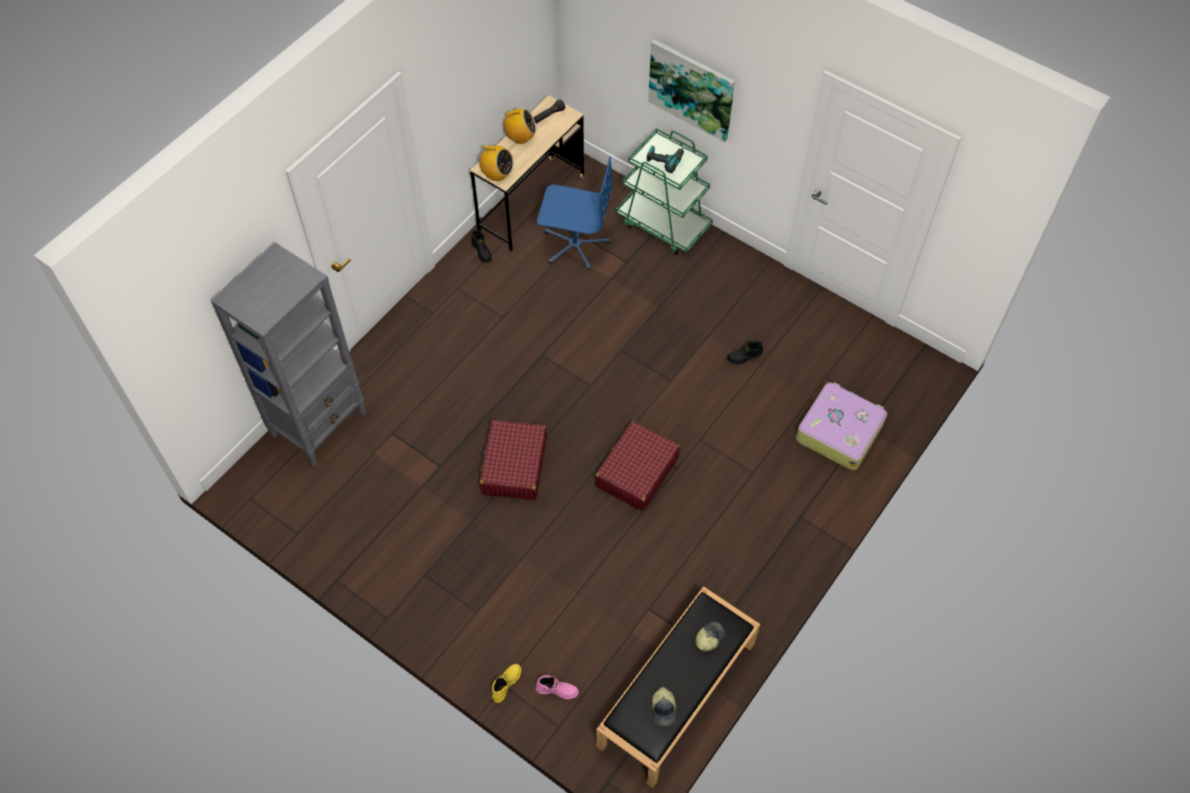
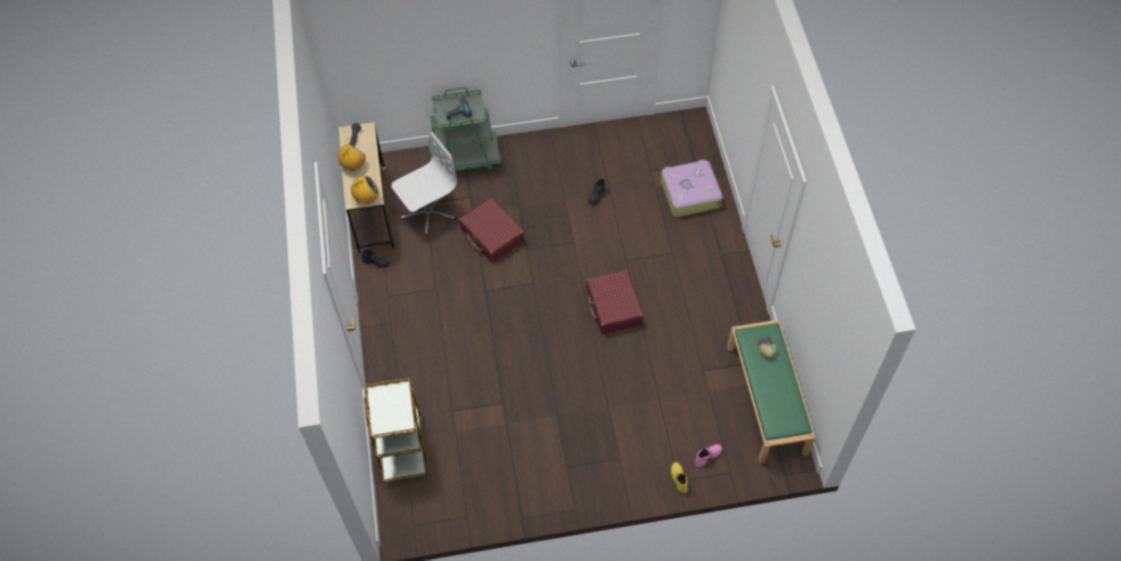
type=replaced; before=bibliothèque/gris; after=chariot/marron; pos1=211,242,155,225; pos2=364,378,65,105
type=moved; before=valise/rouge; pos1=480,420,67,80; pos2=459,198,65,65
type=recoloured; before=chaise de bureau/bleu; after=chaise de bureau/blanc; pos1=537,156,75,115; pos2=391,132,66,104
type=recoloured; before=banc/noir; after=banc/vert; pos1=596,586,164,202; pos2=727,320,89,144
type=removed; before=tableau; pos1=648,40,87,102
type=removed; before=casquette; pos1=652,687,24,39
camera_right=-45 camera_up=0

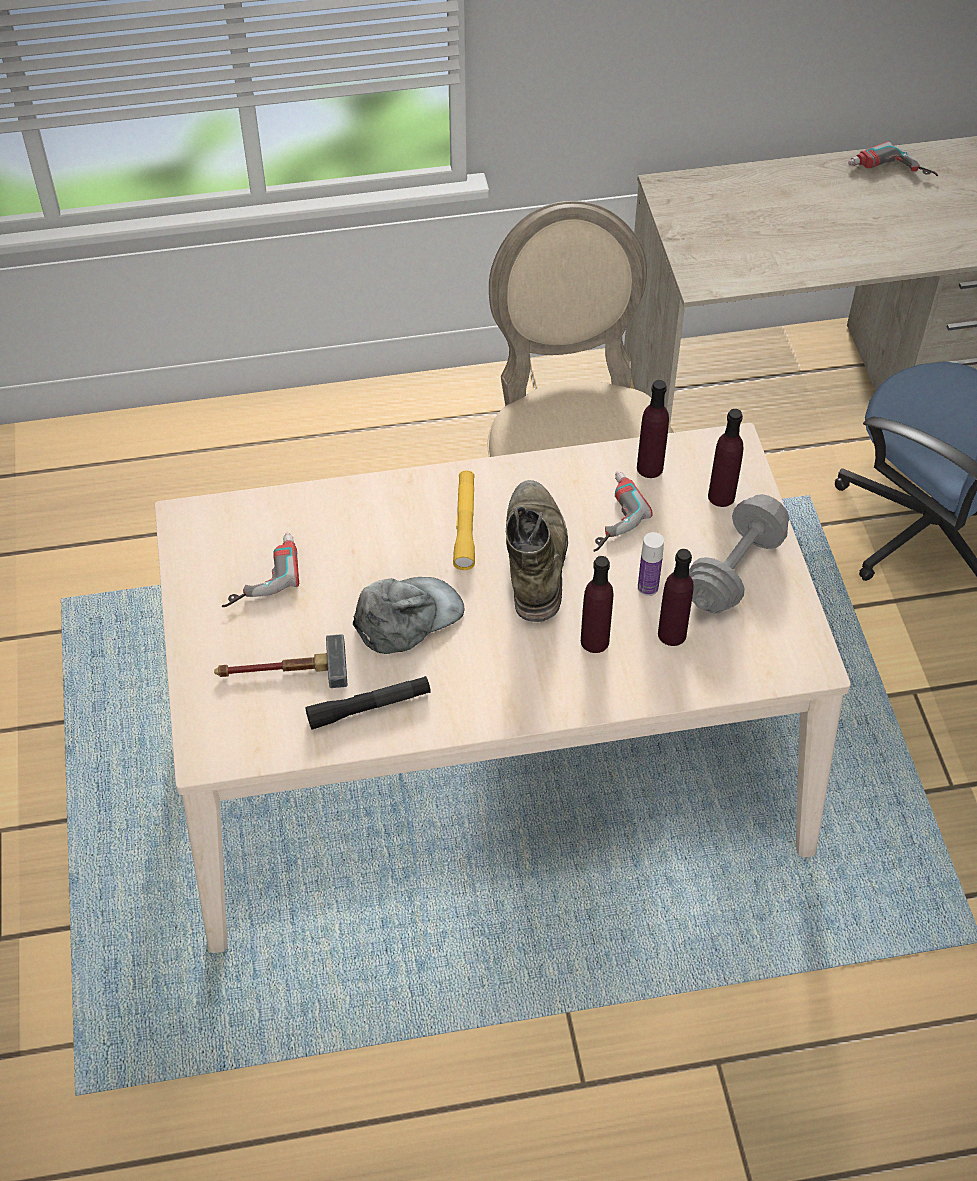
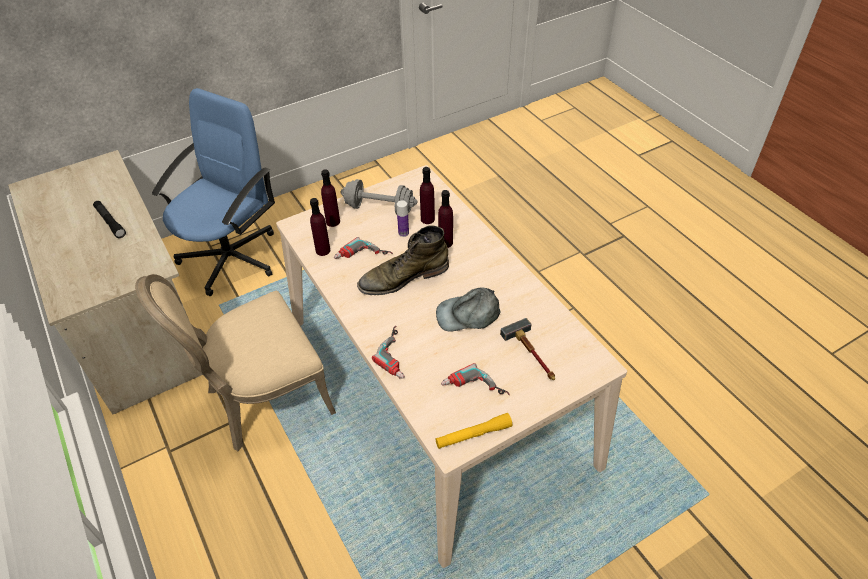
type=moved; before=lampe de poche/noir; pos1=305,676,126,54; pos2=93,201,33,37
type=turned; before=casquette/gris; pos1=353,577,111,77; pos2=436,287,65,44; turn=-45
type=moved; before=lampe de poche/jaune; pos1=453,470,22,100; pos2=435,413,78,36
type=moved; before=perceuse; pos1=848,141,90,35; pos2=372,326,33,53
camera_right=-110 camera_up=-5

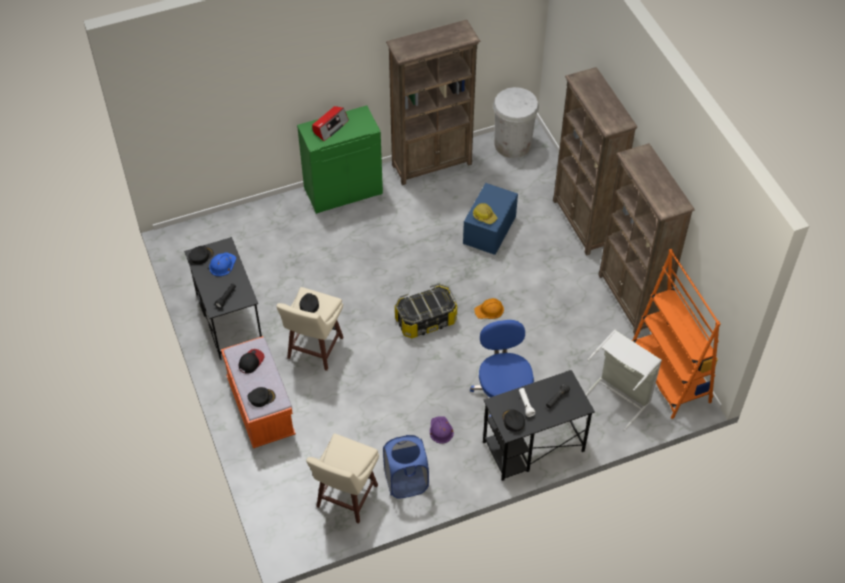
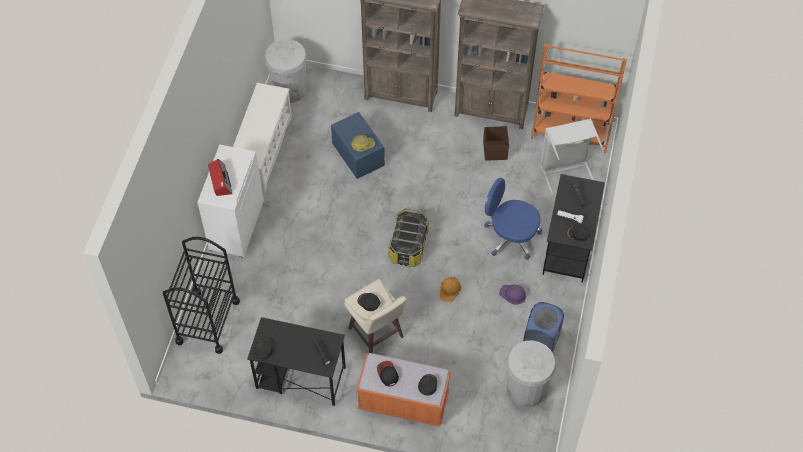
type=removed; before=casque de chantier/bleu; pos1=209,252,27,24
type=recoloured; before=meuble de rangement/vert; after=meuble de rangement/blanc; pos1=297,106,86,108; pos2=197,144,67,114
type=replaced; before=tabouret/beige; after=poubelle/blanc; pos1=306,433,73,91; pos2=506,340,50,67
type=replaced; before=bibliothèque/marron; after=étagère à chaussures/blanc; pos1=386,20,94,165; pos2=233,83,59,110
type=moved; before=casque de chantier/orange; pos1=474,298,30,21; pos2=440,277,21,25
type=added; after=chariot/noir; pos2=163,237,77,117
type=added; after=boîte de rangement/marron; pos2=483,126,26,35
camera_right=-55 camera_up=5

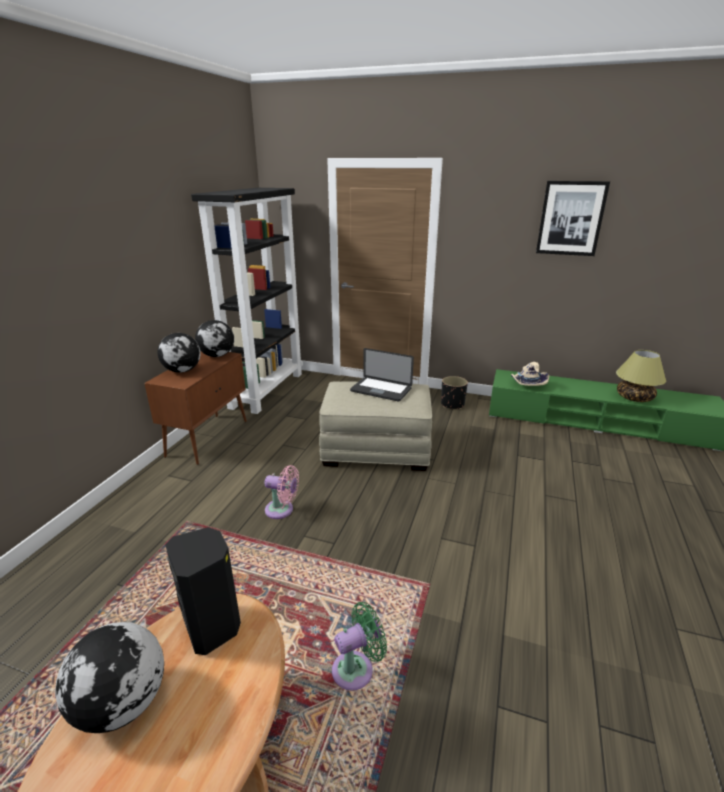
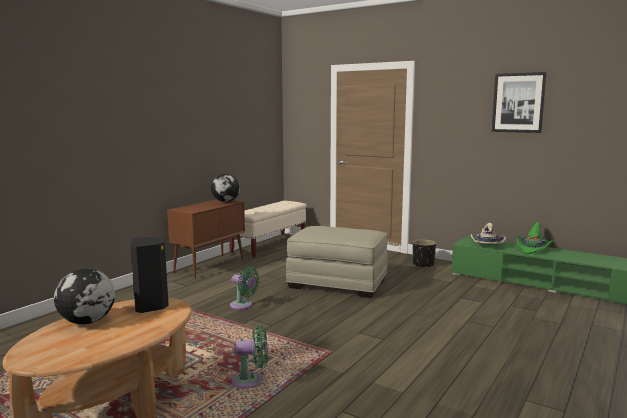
type=removed; before=globe; pos1=157,333,44,40
type=replaced; before=bibliothèque/noir; after=banc/beige; pos1=191,188,112,226; pos2=229,201,78,57
type=recoloured; before=ventilateur/rose; after=ventilateur/vert; pos1=264,465,35,54; pos2=230,267,29,43
type=removed; before=ordinateur portable; pos1=350,348,64,54
type=removed; before=lampe de table; pos1=616,350,50,52
type=added; after=chapeau/vert; pos2=516,222,38,32
camera_right=15 camera_up=-15

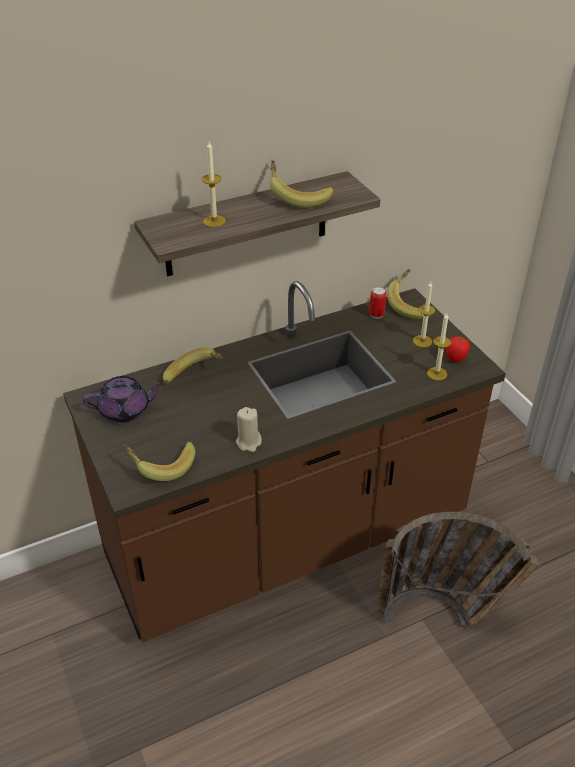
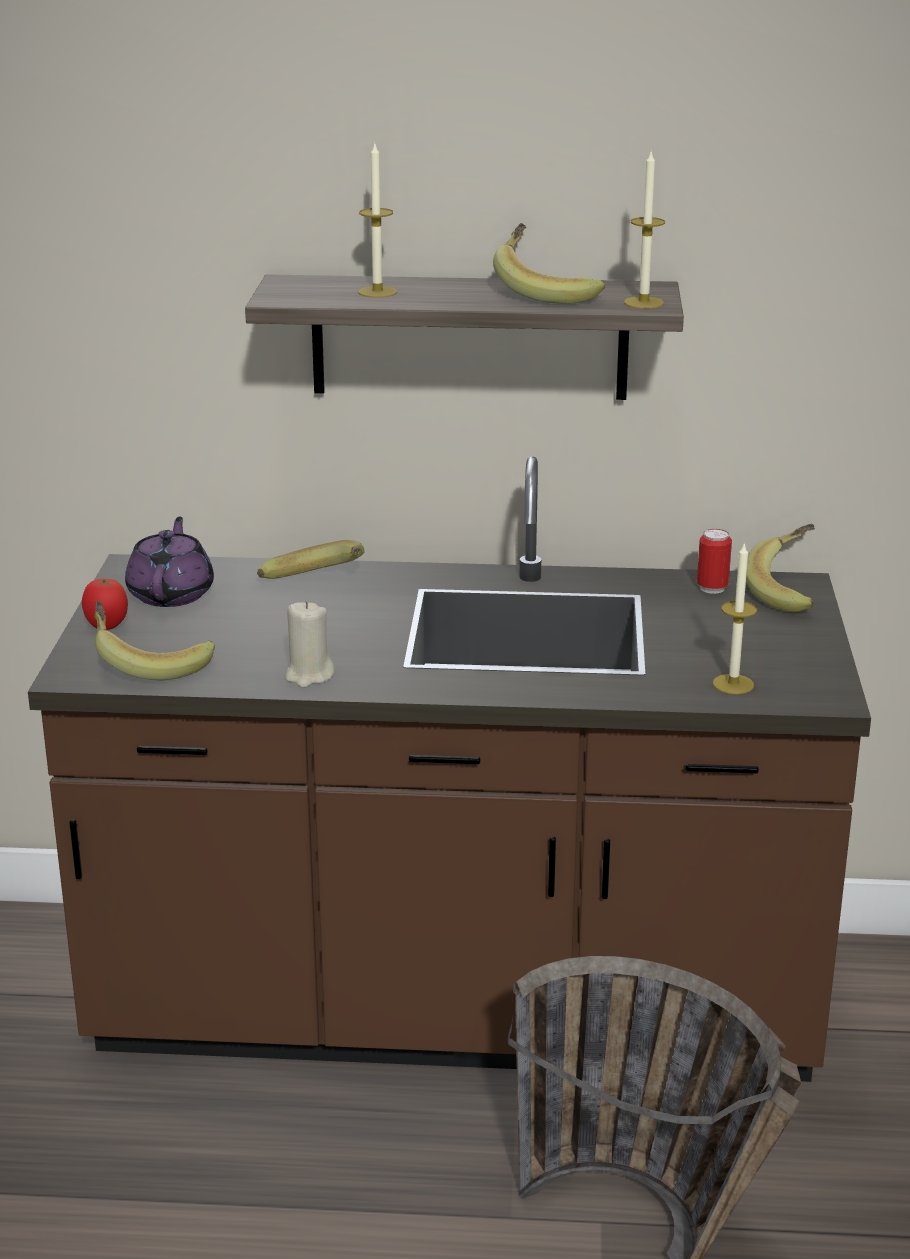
type=turned; before=théière/violet; pos1=83,376,81,47; pos2=125,517,89,90; turn=-105
type=moved; before=bougie; pos1=413,282,22,65; pos2=624,152,41,157
type=moved; before=tomate; pos1=445,336,25,27; pos2=82,578,46,52
camera_right=30 camera_up=-15

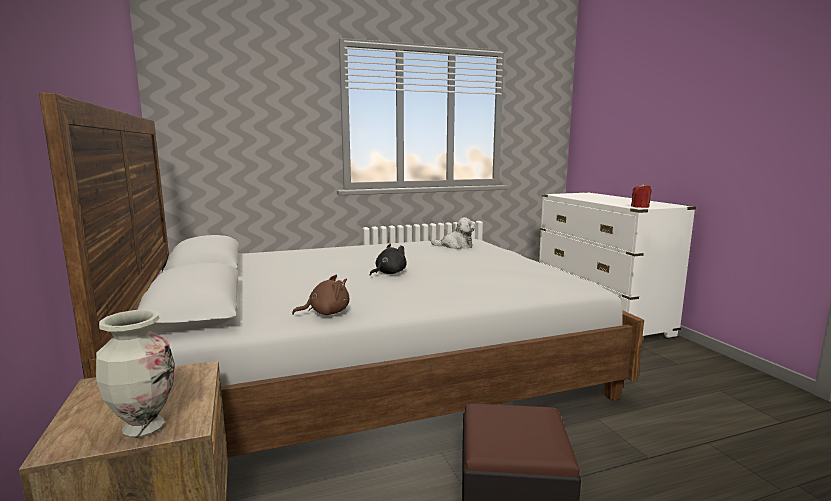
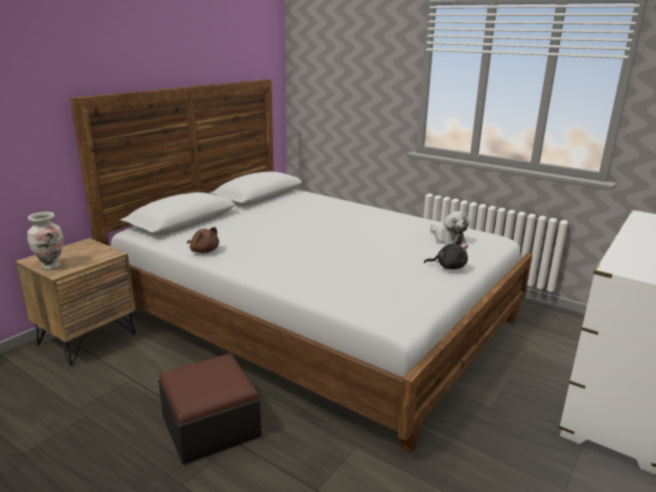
type=moved; before=peluche/noir; pos1=370,244,36,32; pos2=424,240,44,29
type=removed; before=bougie/rouge; pos1=631,183,21,25
camera_right=55 camera_up=10

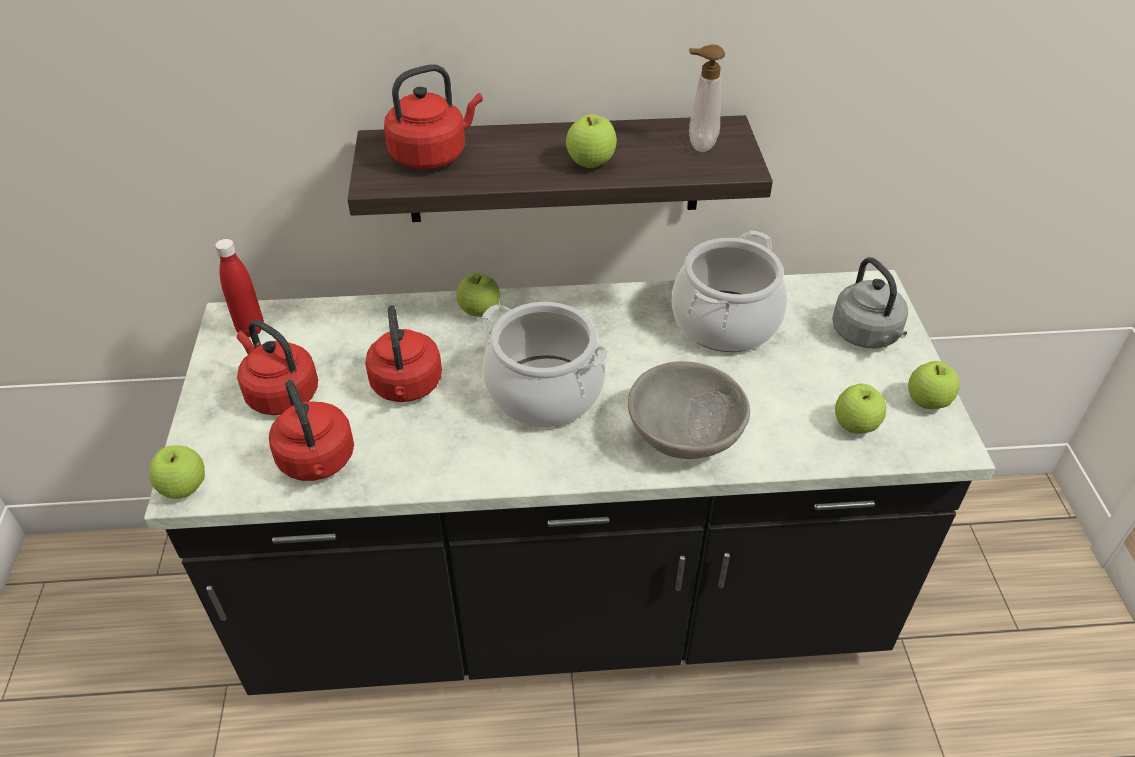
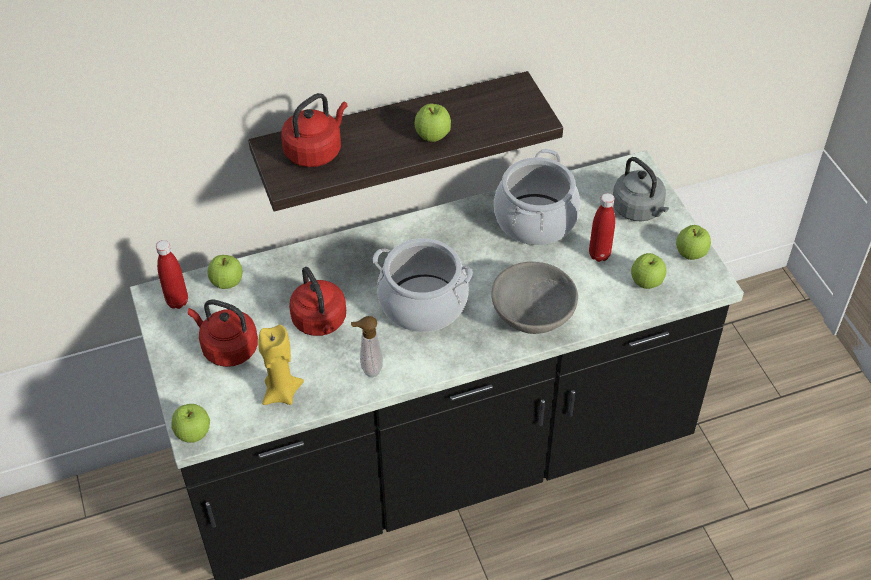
type=replaced; before=bouilloire/rouge; after=bougie/jaune; pos1=269,380,85,101; pos2=258,325,46,80
type=moved; before=pomme; pos1=456,273,44,44; pos2=207,255,36,34
type=moved; before=distributeur de savon; pos1=689,44,36,108; pos2=351,316,32,61
type=added; after=bouteille/rouge; pos2=589,193,26,69
camera_right=-15 camera_up=5

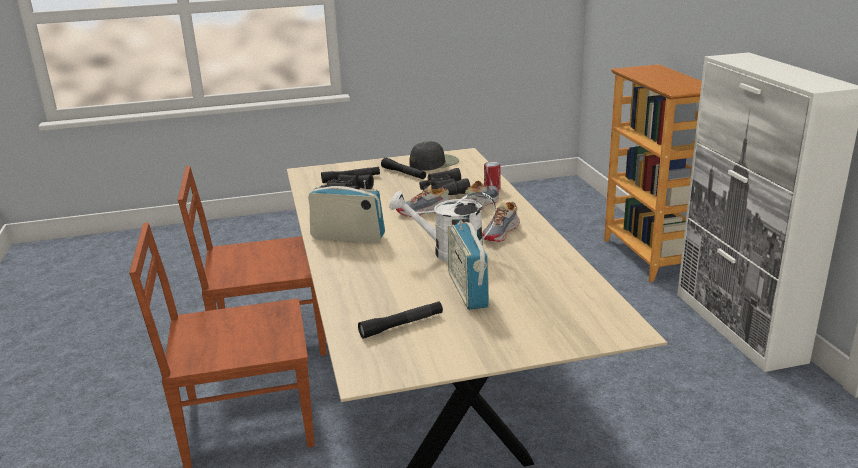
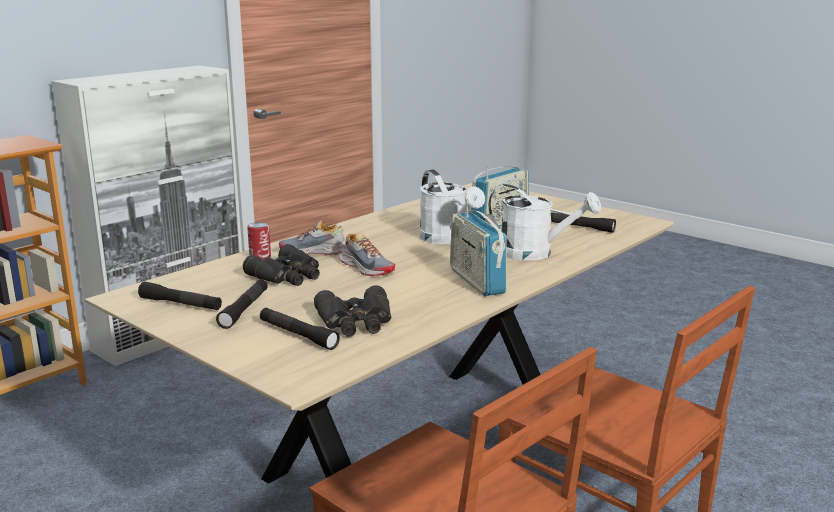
type=replaced; before=casquette/noir; after=lampe de poche/noir; pos1=410,141,49,30; pos2=138,282,84,28
type=removed; before=chaussure; pos1=482,202,38,40
type=added; after=arrosoir/blanc; pos2=488,184,113,77
camera_right=-125 camera_up=-5

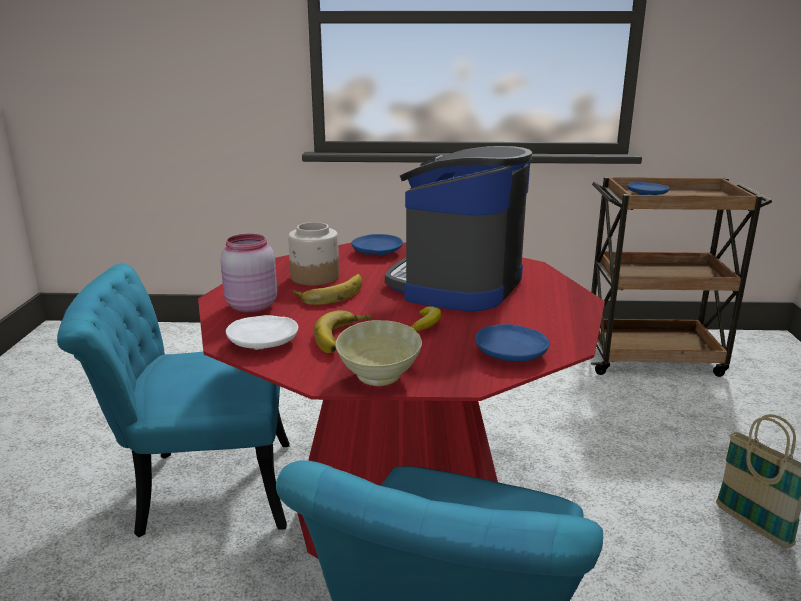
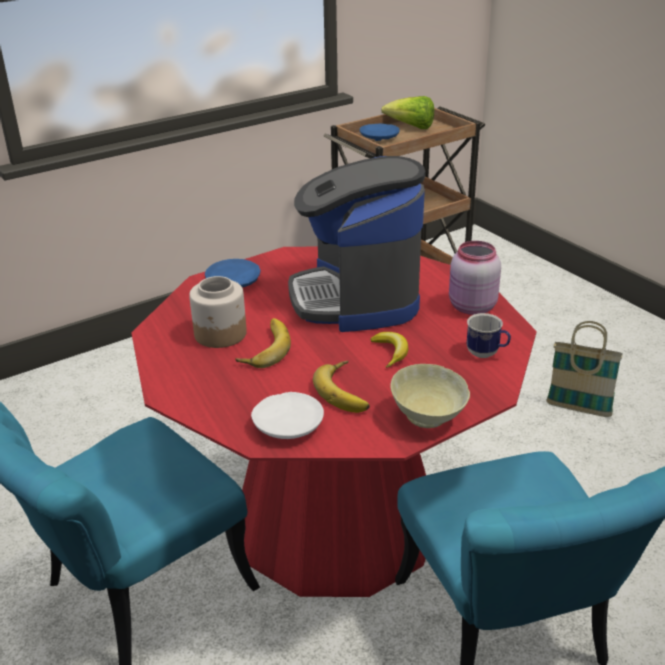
type=moved; before=bocal/rose; pos1=220,234,57,79; pos2=449,241,52,74
type=replaced; before=assiette/bleu; after=mug; pos1=475,324,75,38; pos2=467,313,44,45
type=added; after=laitue; pos2=381,96,53,33
camera_right=-35 camera_up=10

